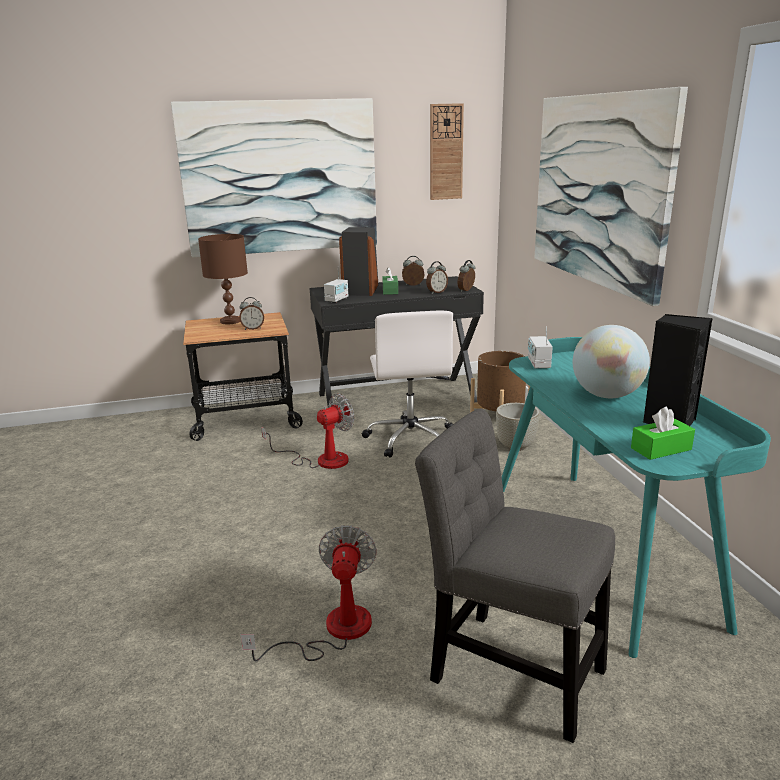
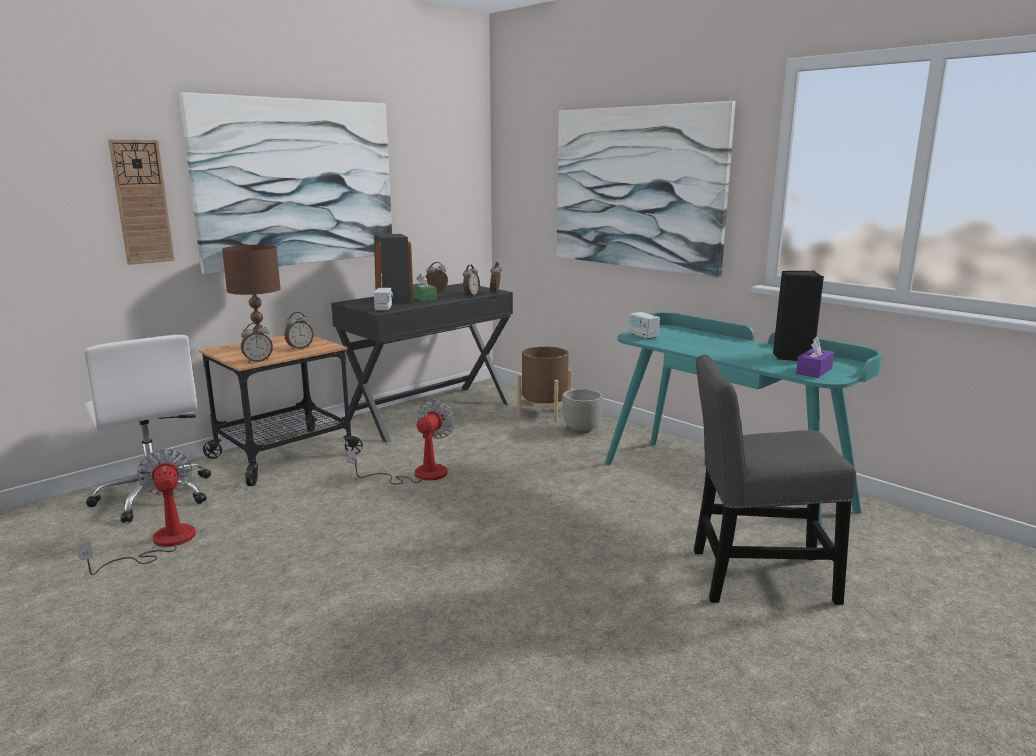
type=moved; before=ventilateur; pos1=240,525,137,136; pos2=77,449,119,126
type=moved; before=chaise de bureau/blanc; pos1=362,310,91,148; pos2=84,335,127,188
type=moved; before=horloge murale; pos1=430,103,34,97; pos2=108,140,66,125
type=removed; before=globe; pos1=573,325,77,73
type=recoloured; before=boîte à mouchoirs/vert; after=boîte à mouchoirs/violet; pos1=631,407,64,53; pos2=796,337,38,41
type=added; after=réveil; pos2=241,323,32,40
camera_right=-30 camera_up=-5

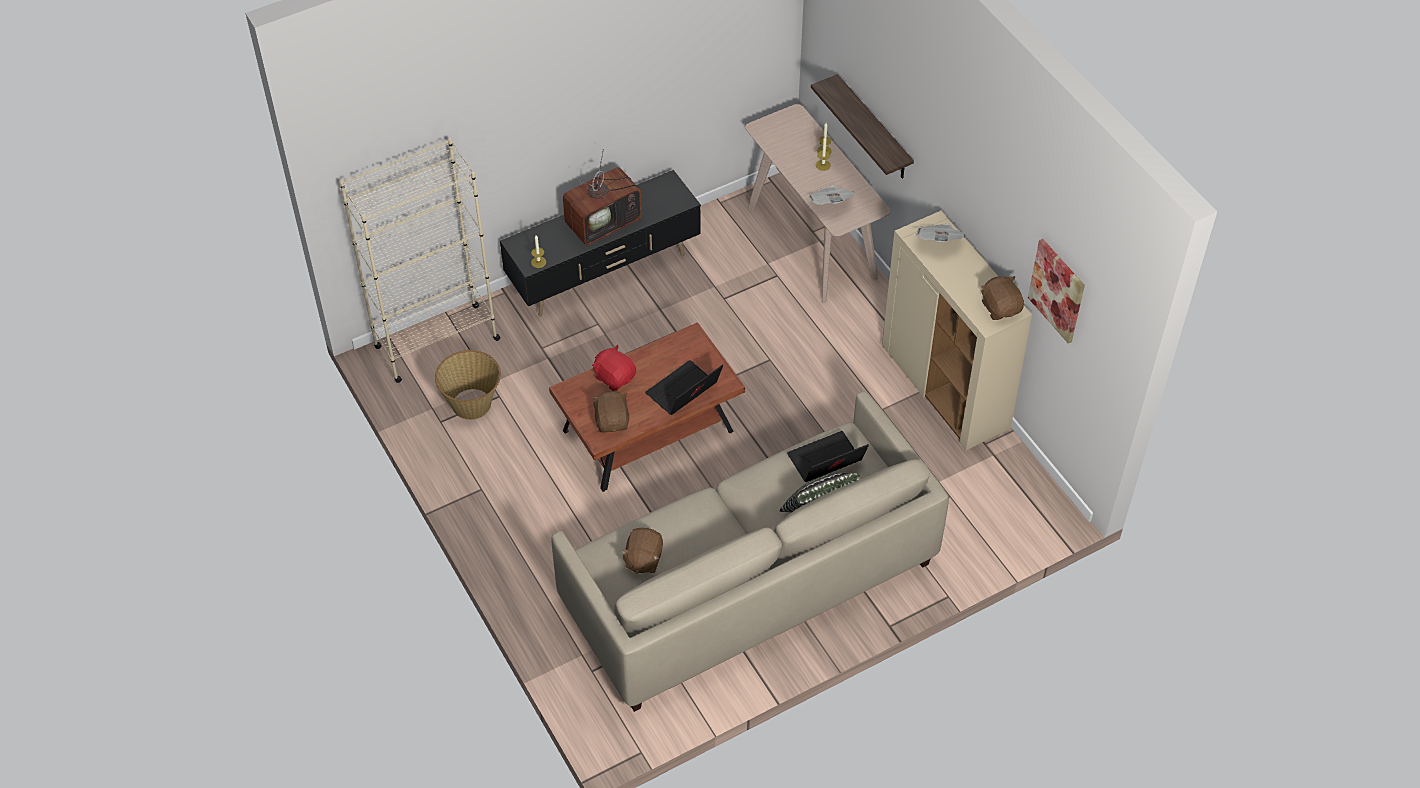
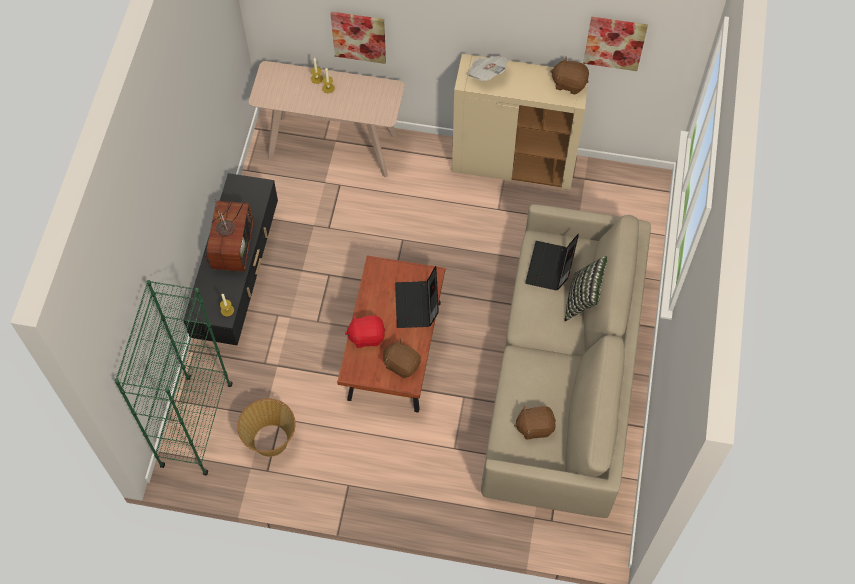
type=recoloured; before=bibliothèque/beige; after=bibliothèque/vert; pos1=339,139,162,244; pos2=114,280,118,196
type=turned; before=peluche/marron; pos1=620,528,43,46; pos2=514,405,42,35; turn=120
type=removed; before=journal; pos1=809,185,45,20
type=replaced; before=étagère; after=tableau; pos1=811,74,103,105; pos2=331,11,55,53
camera_right=-50 camera_up=10

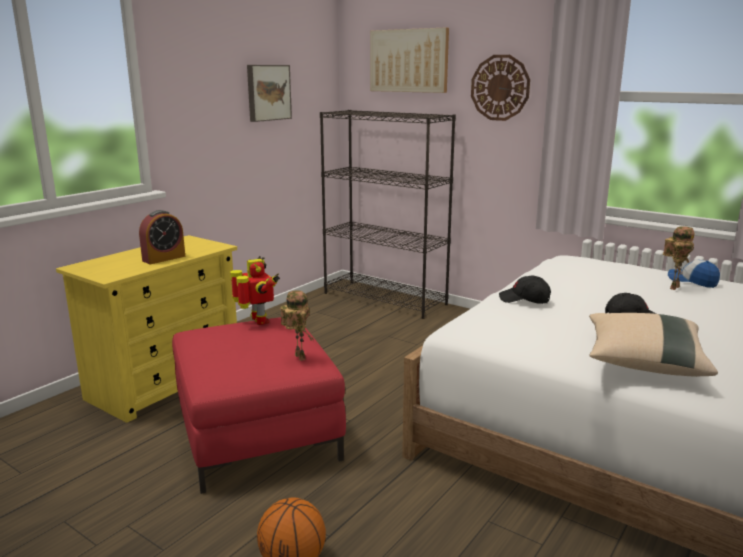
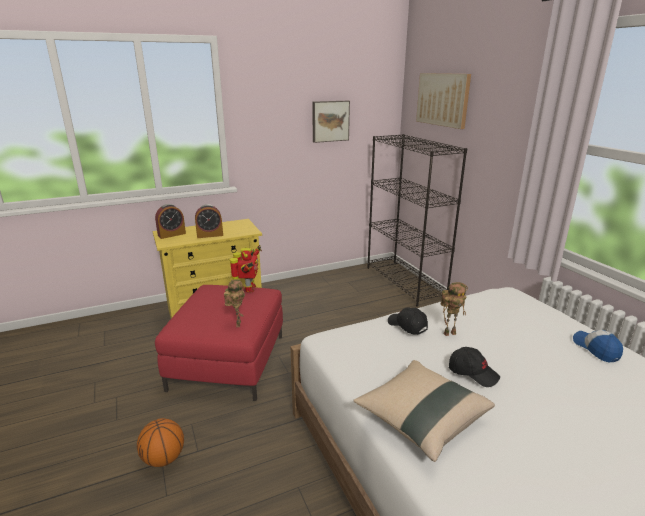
type=removed; before=horloge murale; pos1=471,55,59,66
type=moved; before=robot jouet; pos1=663,226,31,64; pos2=441,282,27,54
type=added; after=réveil; pos2=155,204,31,35
camera_right=30 camera_up=5

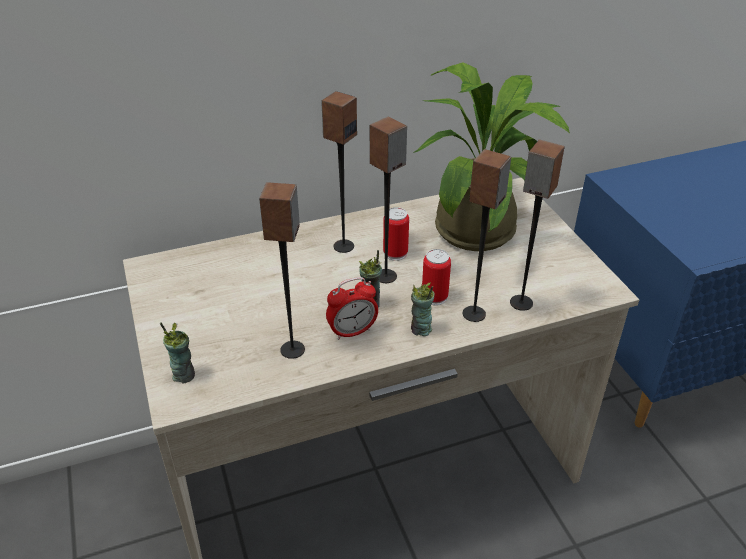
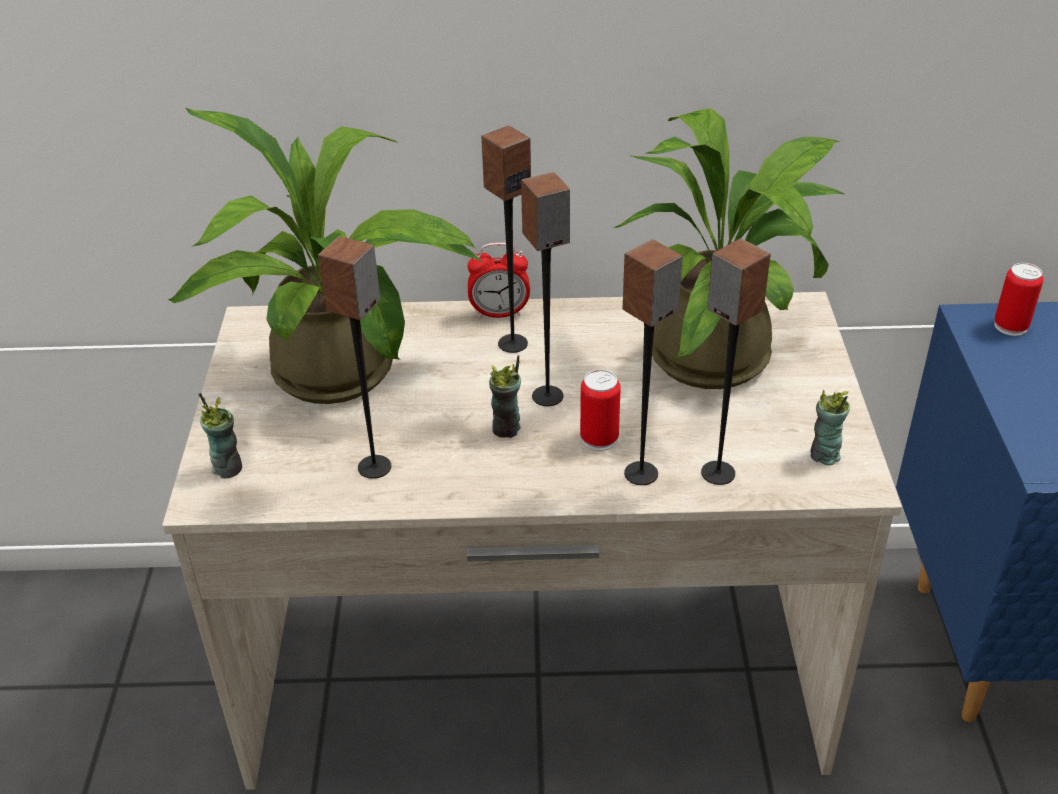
type=moved; before=réveil; pos1=326,277,52,63; pos2=467,242,63,76
type=moved; before=boîte métallique; pos1=383,207,26,54; pos2=994,263,49,73
type=moved; before=tasse; pos1=411,282,24,54; pos2=811,389,39,76
type=added; after=plante en pot; pos2=168,108,315,296
camera_right=20 camera_up=0

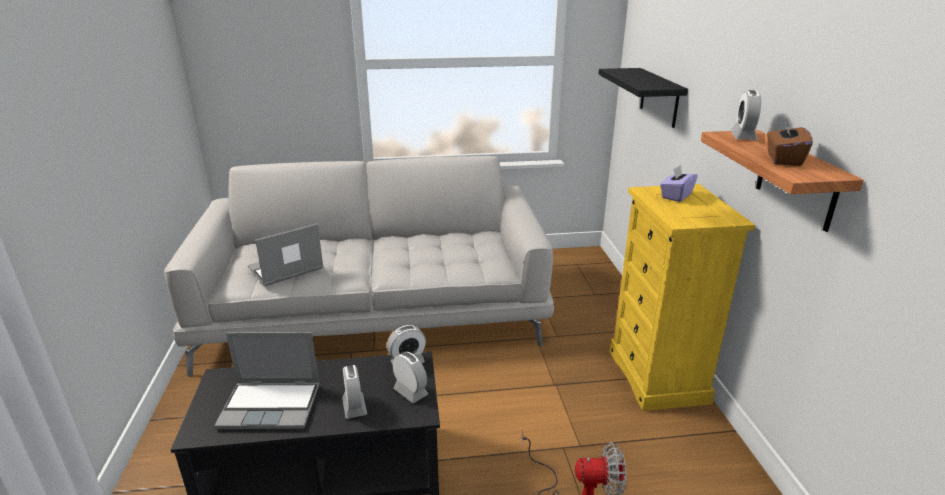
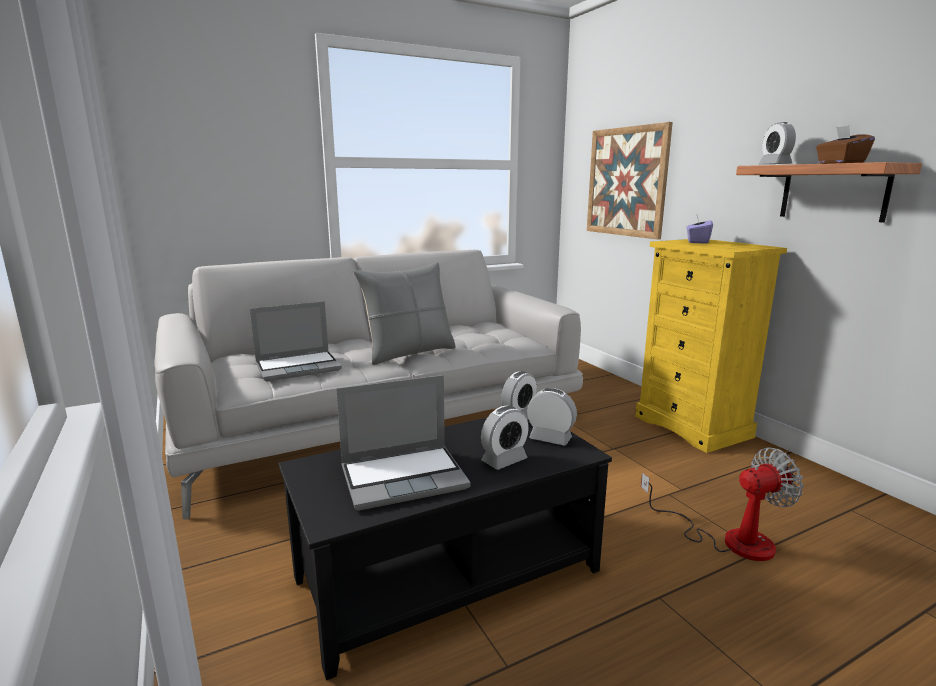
type=turned; before=ordinateur portable; pos1=248,223,76,63; pos2=250,301,92,80; turn=-150
type=turned; before=réveil; pos1=342,365,25,54; pos2=481,406,48,64; turn=90
type=replaced; before=étagère/noir; after=tableau; pos1=598,68,90,60; pos2=587,122,86,118
type=added; after=coussin/gris; pos2=353,262,102,103
camera_right=-20 camera_up=-10

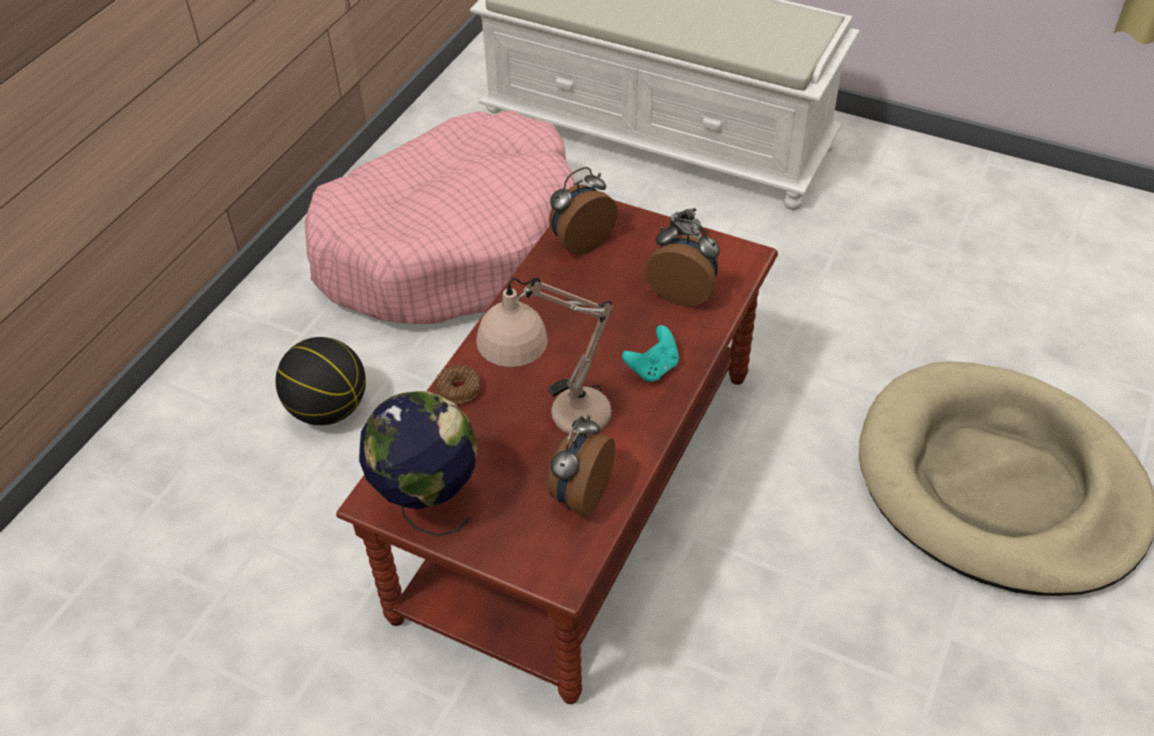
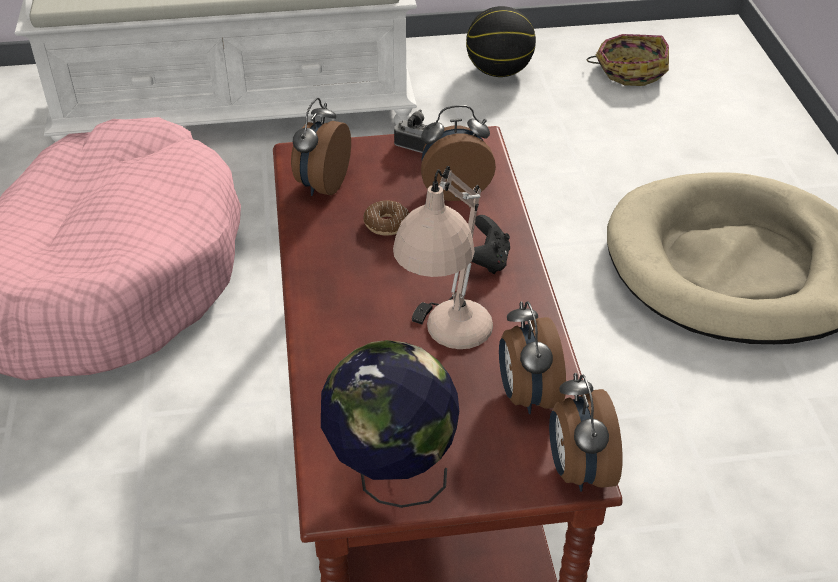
type=moved; before=ballon de basket; pos1=276,337,90,88; pos2=466,6,70,71
type=moved; before=beignet; pos1=435,365,47,39; pos2=363,200,46,36
type=recoloured; before=manette/turquoise; after=manette/noir; pos1=622,325,57,57; pos2=471,215,39,59
type=added; after=réveil; pos2=549,373,74,119
type=added; after=panier; pos2=587,34,82,52
camera_right=-35 camera_up=-5

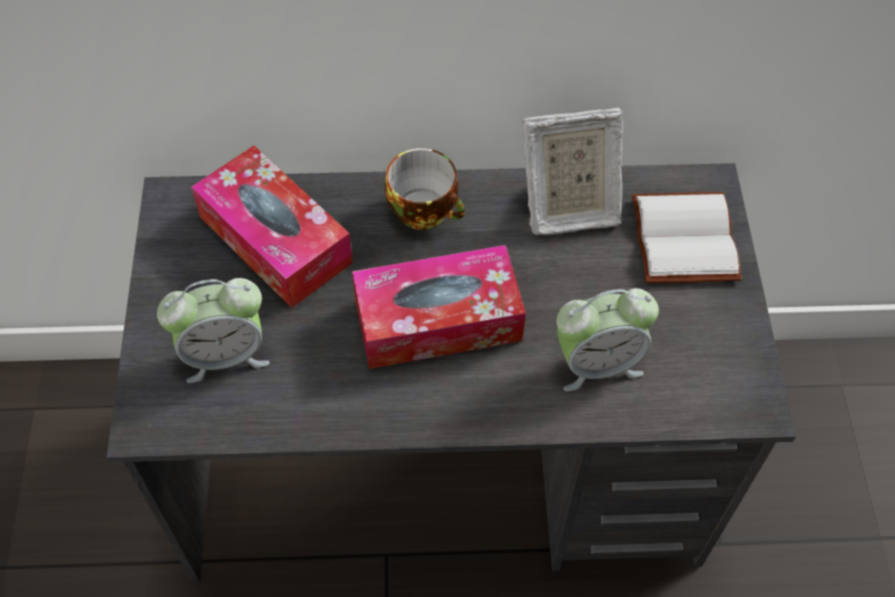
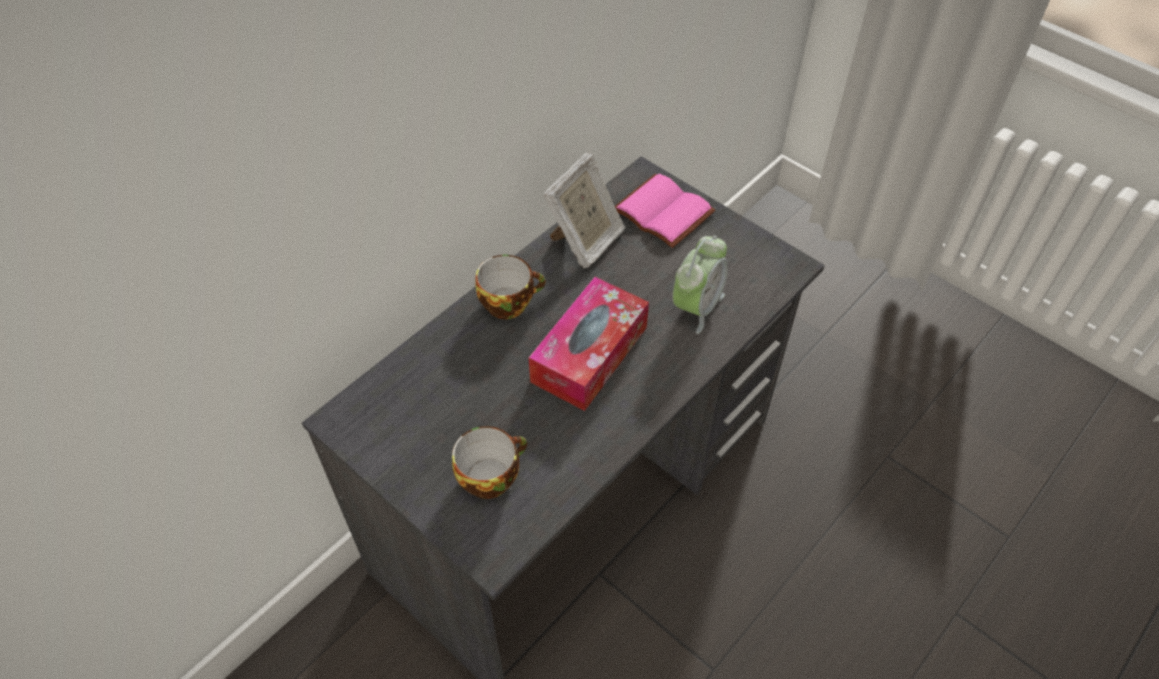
type=replaced; before=réveil; after=tasse; pos1=157,278,113,105; pos2=452,426,75,73
type=removed; before=boîte à mouchoirs; pos1=191,146,162,162
type=recoloured; before=livre/blanc; after=livre/rose; pos1=632,192,110,91; pos2=615,174,100,74
camera_right=-45 camera_up=-5

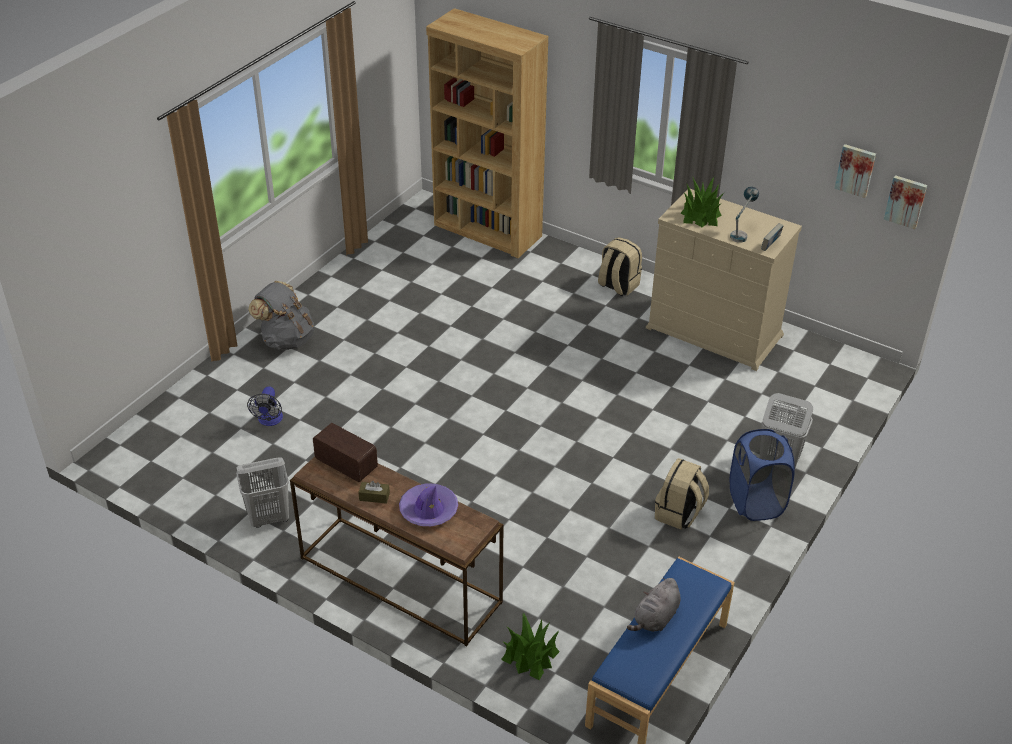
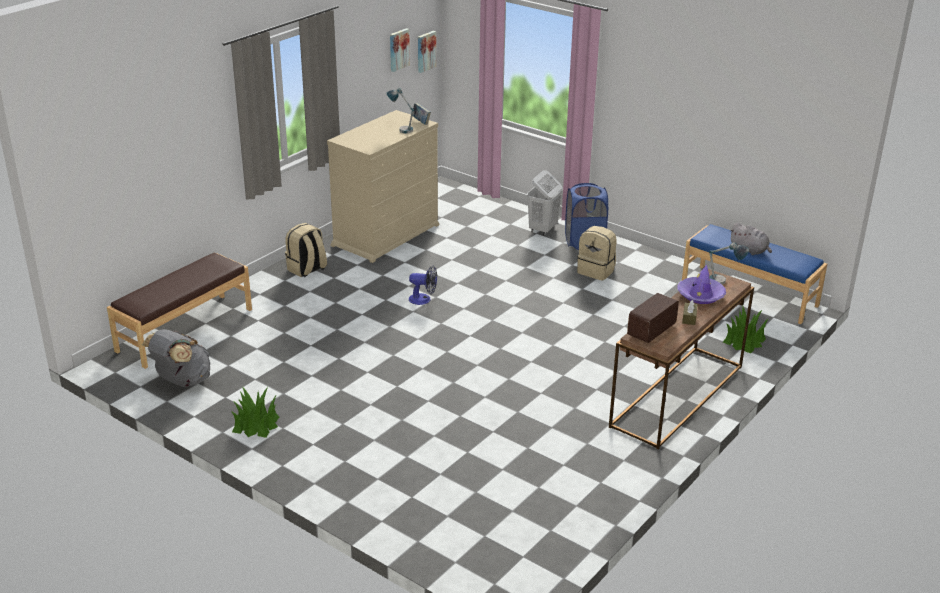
type=removed; before=panier à linge/blanc; pos1=236,457,53,71
type=moved; before=ventilateur; pos1=247,386,36,40; pos2=409,265,28,40
type=moved; before=sac à dos/gris; pos1=248,281,66,69; pos2=142,329,68,58
type=replaced; before=bibliothèque/marron; after=banc/marron; pos1=426,8,122,250; pos2=107,253,145,116
type=moved; before=plante en pot; pos1=681,177,43,50; pos2=231,386,48,52
type=added; after=lampe de table; pos2=709,242,40,43
camera_right=-85 camera_up=-10

